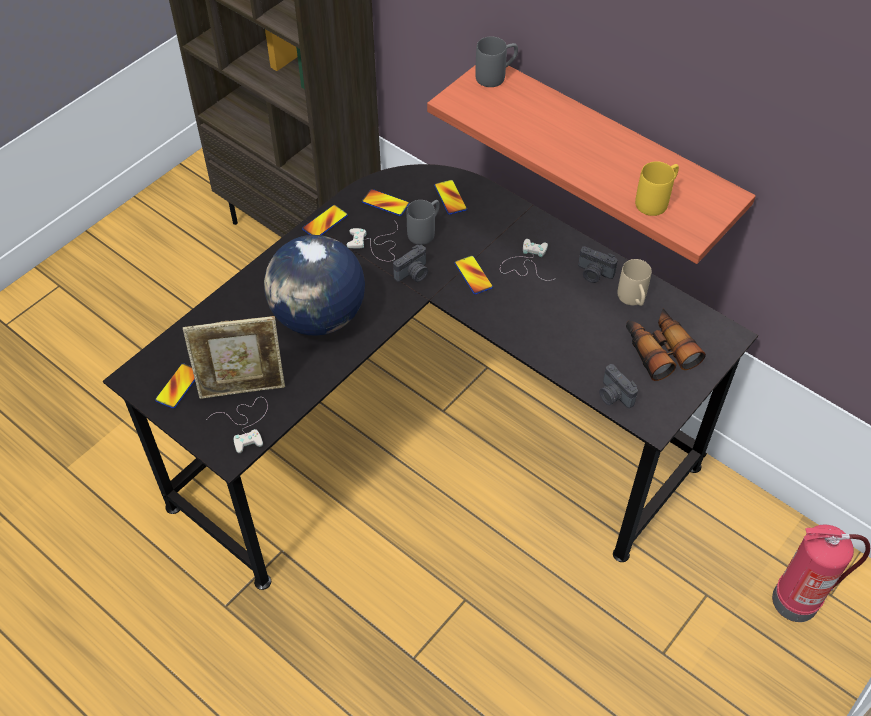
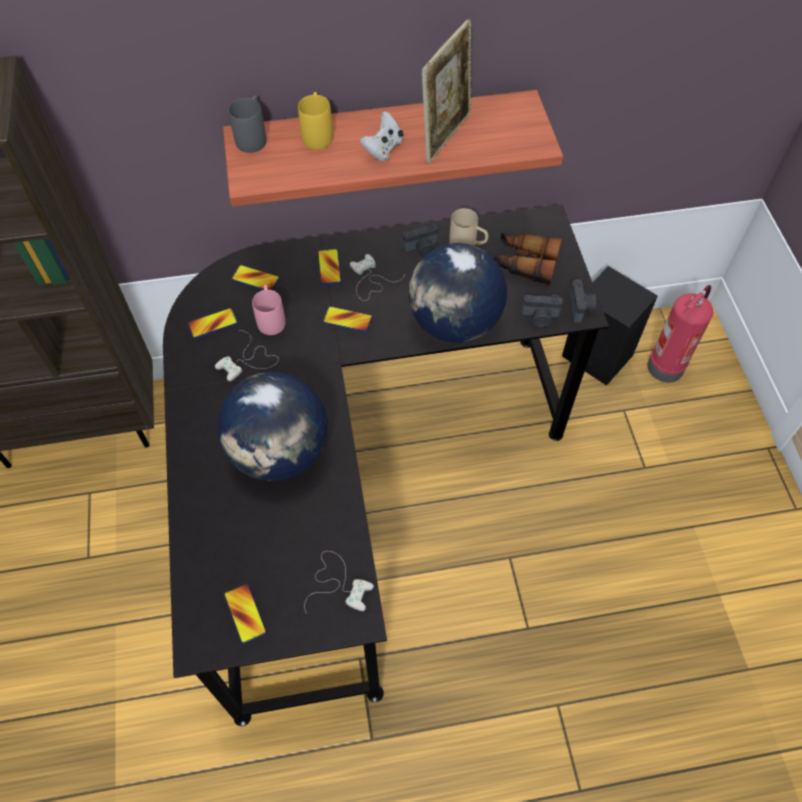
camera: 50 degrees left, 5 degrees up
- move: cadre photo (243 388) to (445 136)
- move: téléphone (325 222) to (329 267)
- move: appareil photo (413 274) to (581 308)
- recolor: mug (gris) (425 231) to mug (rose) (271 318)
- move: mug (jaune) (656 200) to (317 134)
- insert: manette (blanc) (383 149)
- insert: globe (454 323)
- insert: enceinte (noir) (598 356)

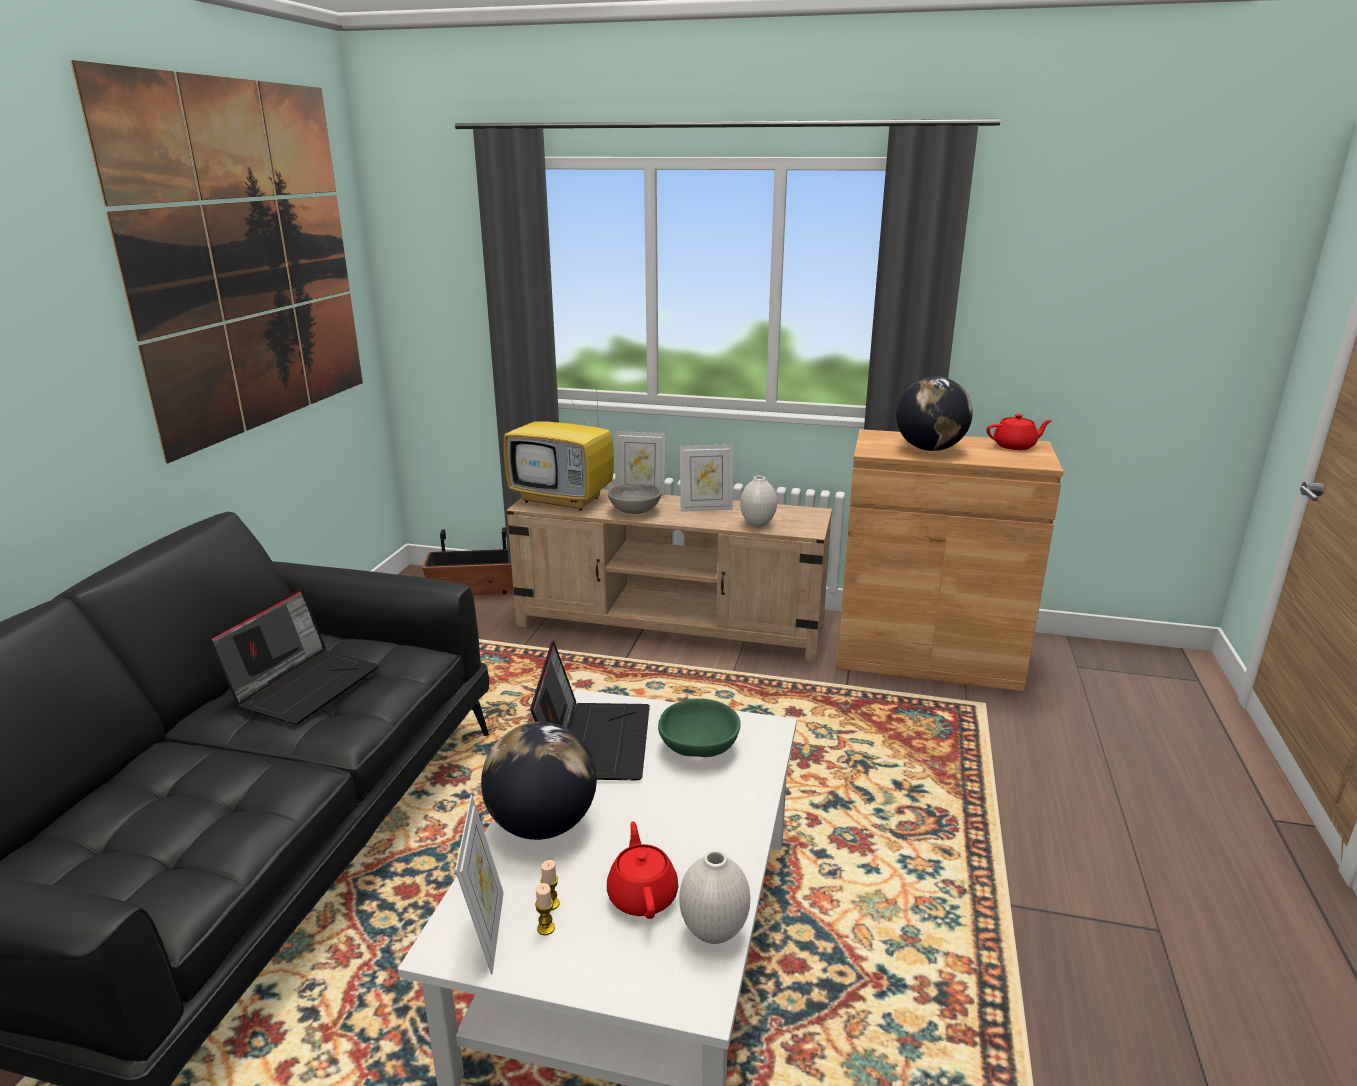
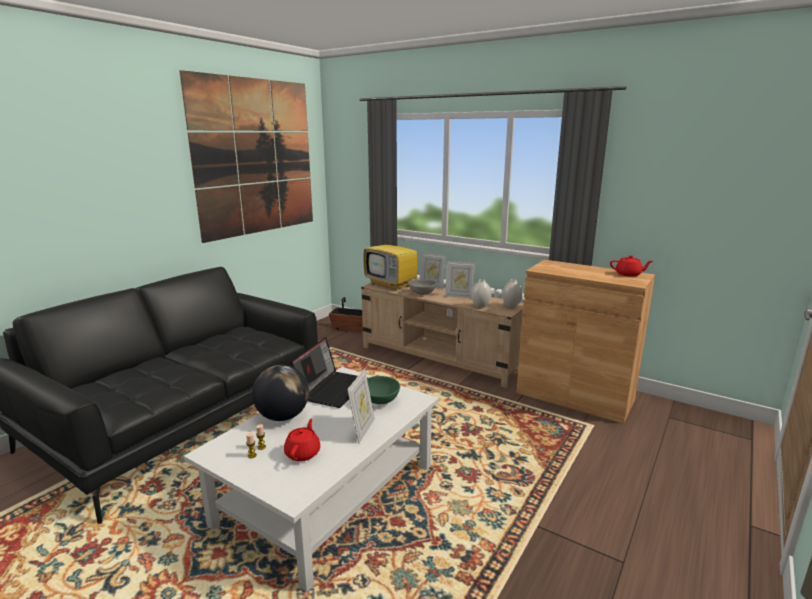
camera: 20 degrees right, 5 degrees down
- delete: ordinateur portable (305 684)
- move: cadre photo (486 932) to (362 430)
- move: vase (blanc) (713 931) to (511 306)
- delete: globe (930 449)

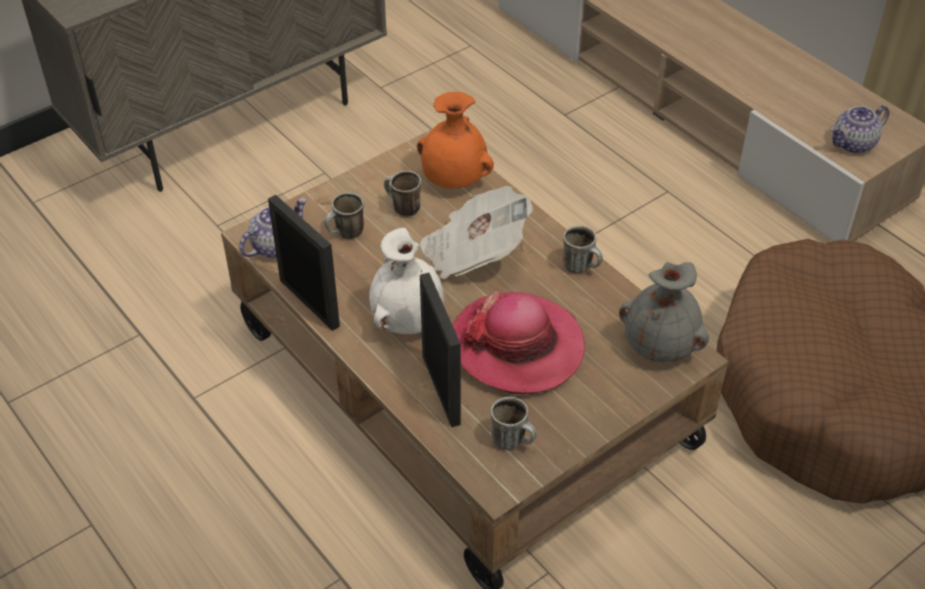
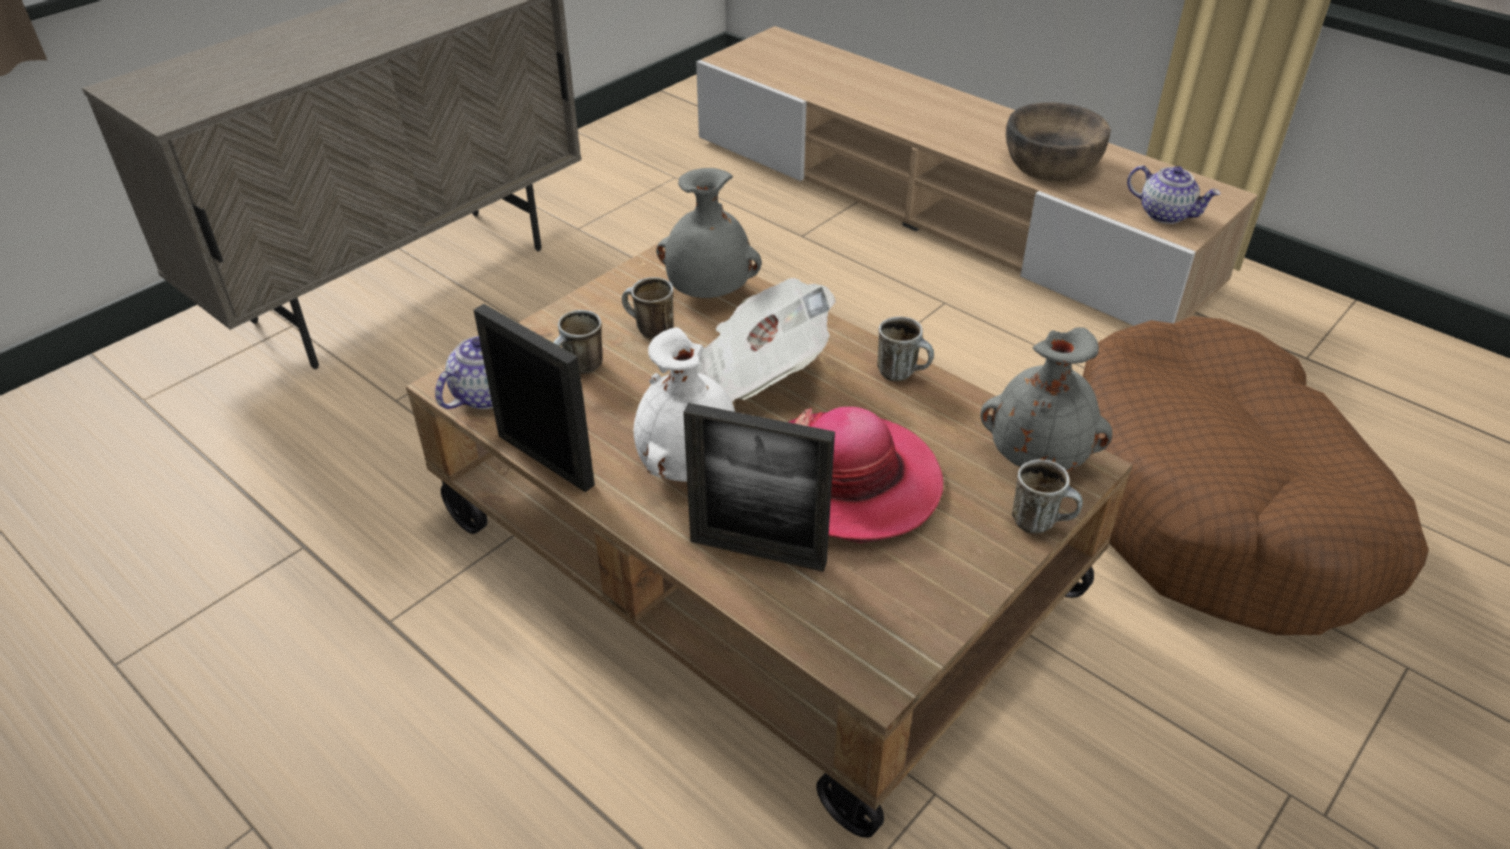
camera: 10 degrees left, 5 degrees down
- recolor: vase (orange) (454 180) to vase (gris) (708 291)
- rotate: cadre photo (441 390) = (758 551) 135 degrees clockwise
- move: mug (513 441) to (1041 522)
- rotate: théière (853 144) = (1166 214) 105 degrees counterclockwise
- insert: bol (marron) (1051 164)

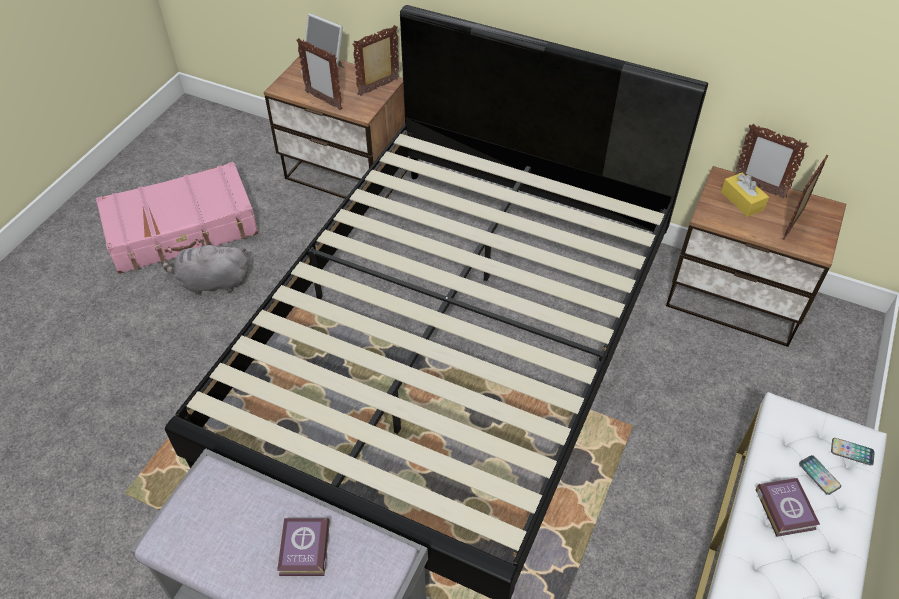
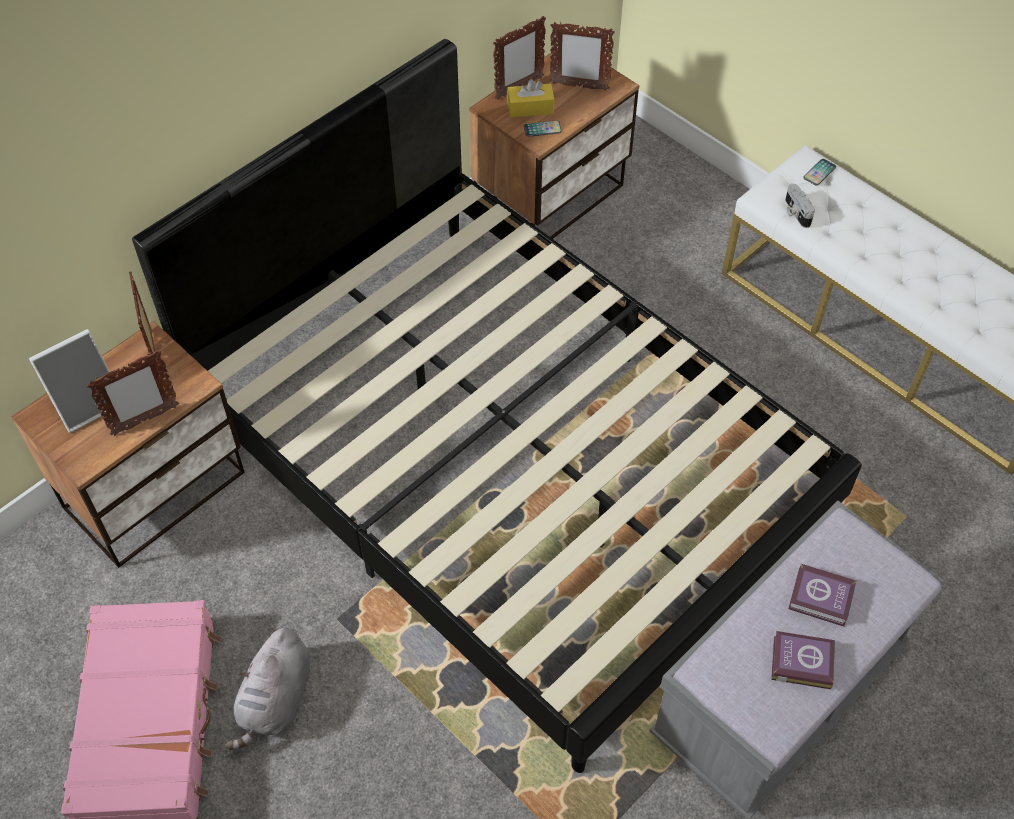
camera: 70 degrees left, 5 degrees up
- move: livre (785 508) to (800 661)
- rotate: cadre photo (794 224) = (579 86) 45 degrees counterclockwise
- move: téléphone (819 475) to (542 129)
- insert: appareil photo (795 212)

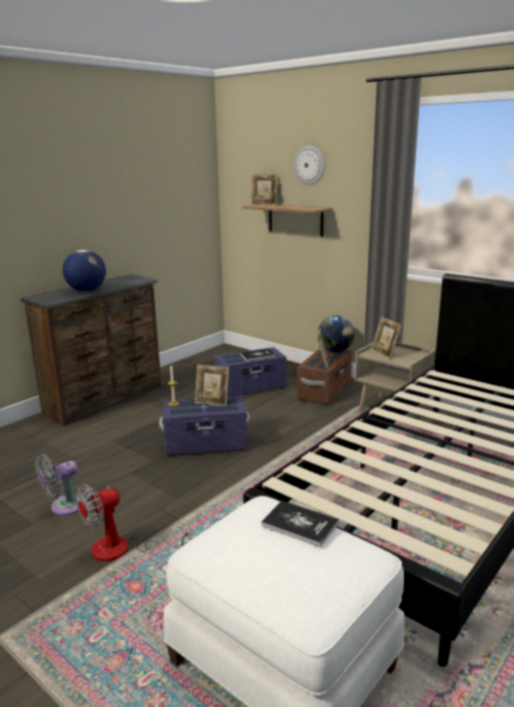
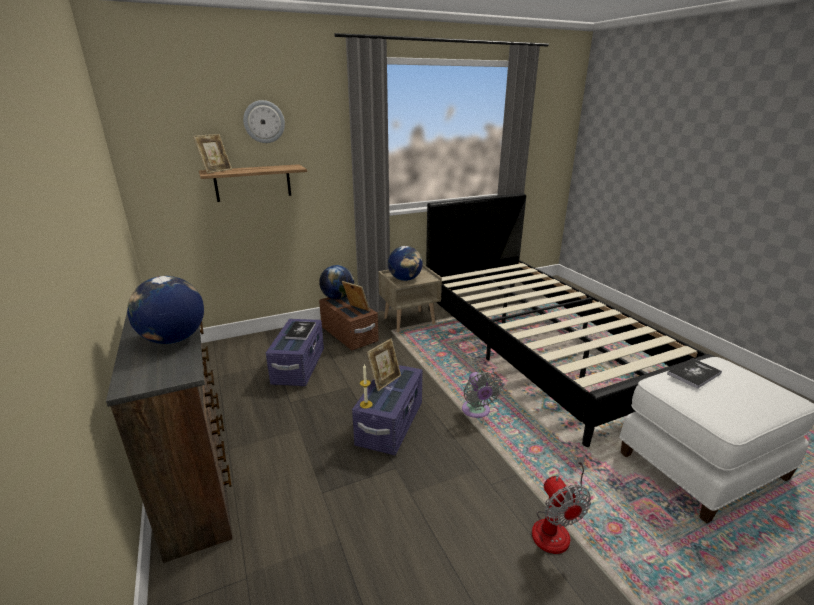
camera: 65 degrees left, 5 degrees up
- move: ventilateur (gris) (64 507) to (477 412)
- replace: cadre photo (384 353) to globe (405 279)

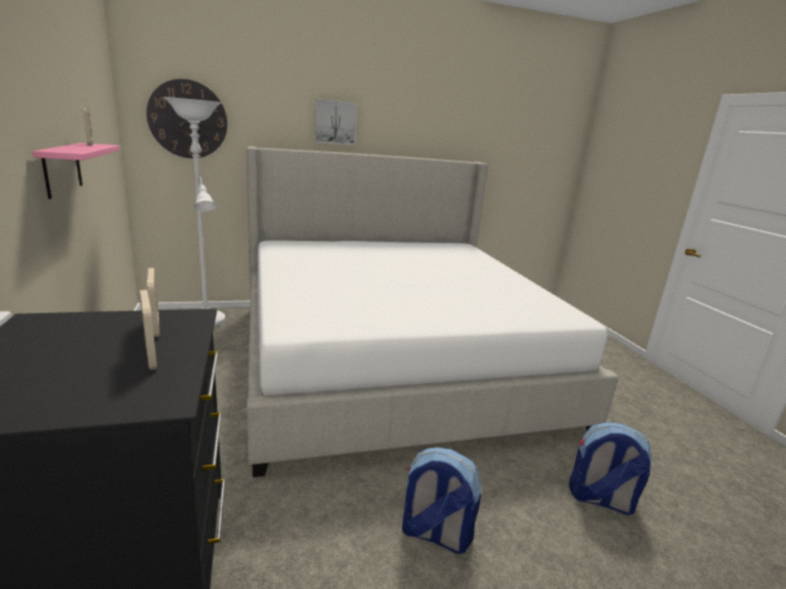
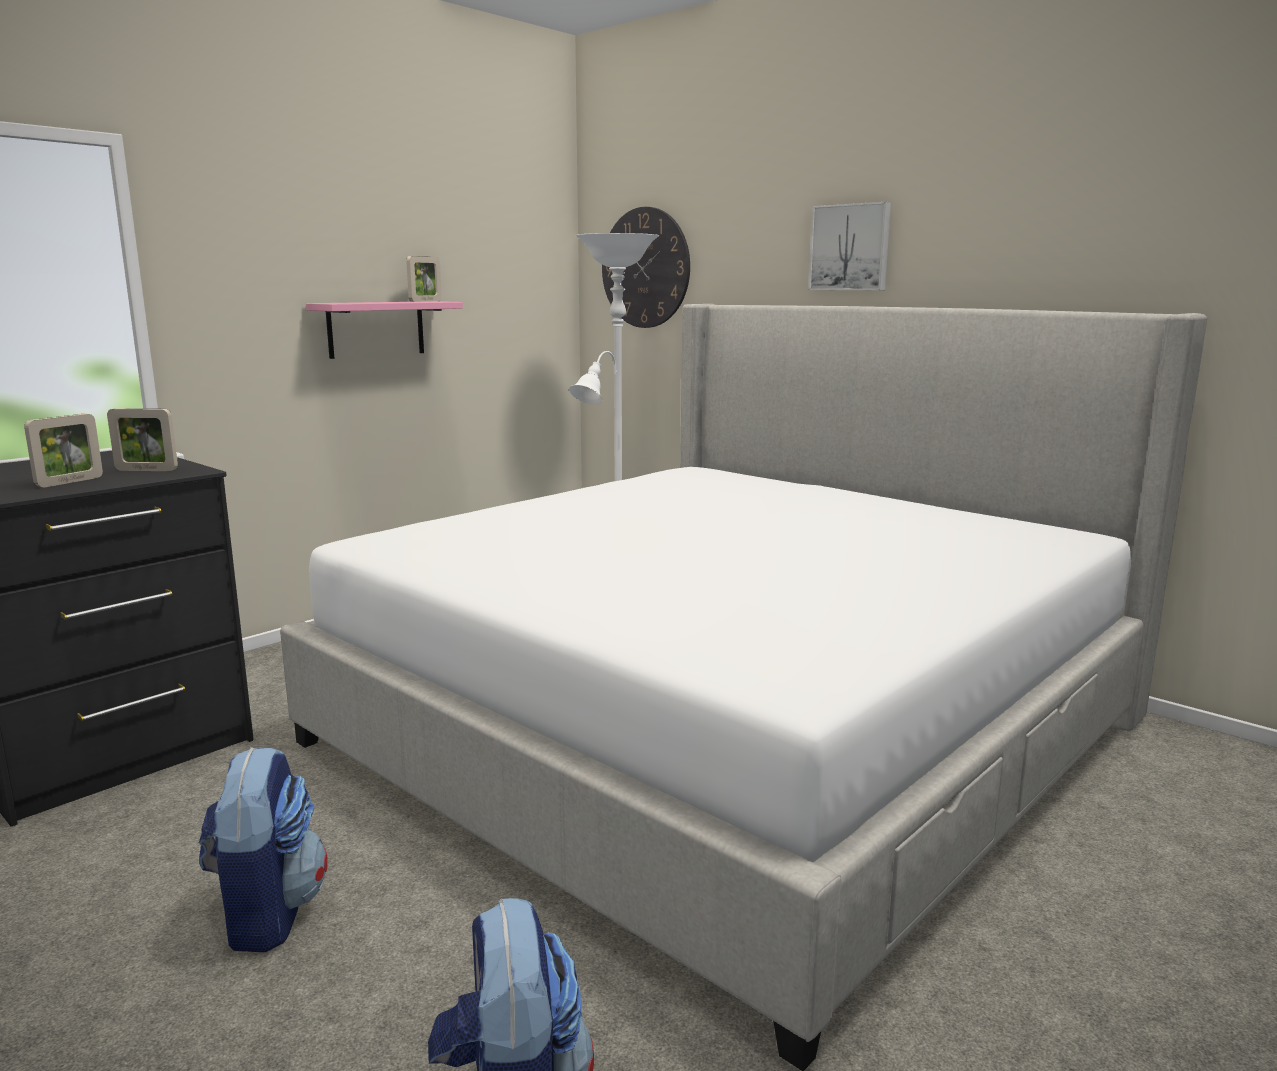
camera: 60 degrees right, 5 degrees down
- rotate: cadre photo (156 327) = (146 470) 60 degrees clockwise

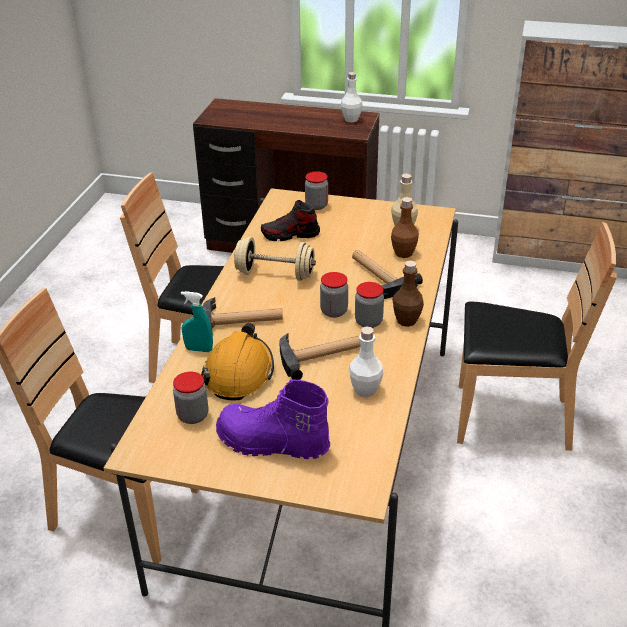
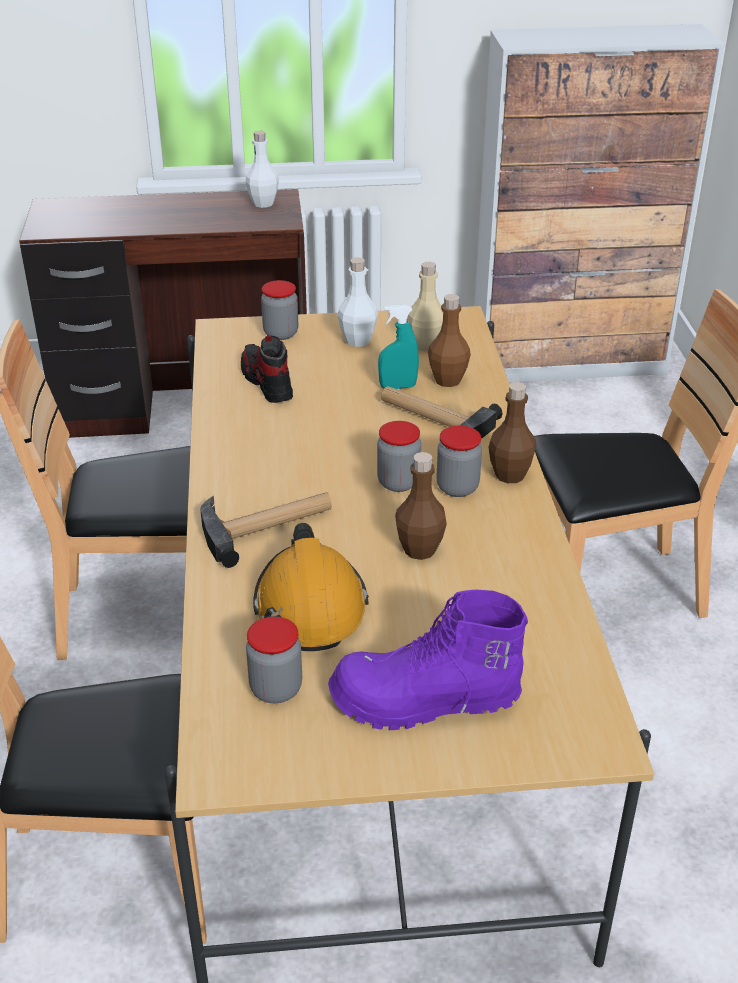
camera: 20 degrees left, 0 degrees up
- move: vaporisateur (turquoise) (199 349) to (398 387)
- delete: haltère (beige) (275 274)
- rotate: chaussure (290 235) = (267 382) 90 degrees clockwise
- replace: marteau (322 354) to bouteille (marron) (419 549)
- move: bouteille (blanc) (365 390) to (358 340)

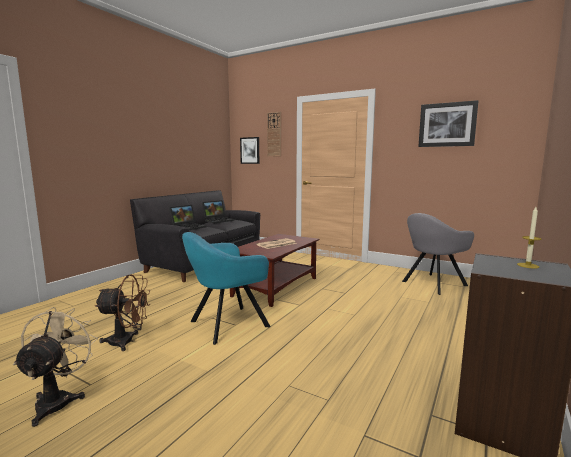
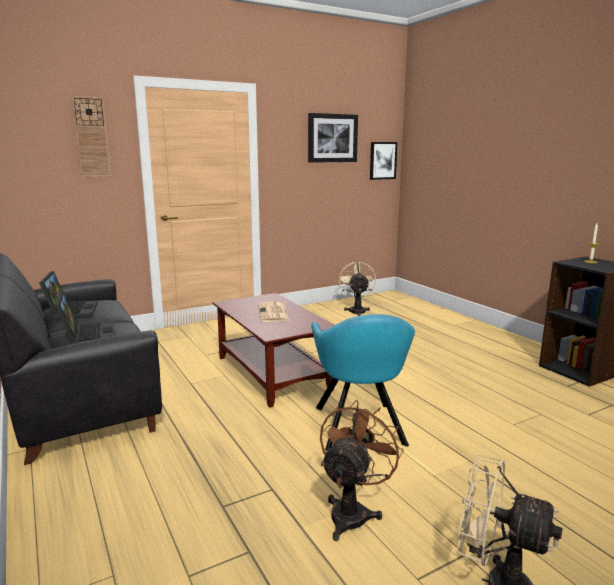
camera: 60 degrees left, 5 degrees up
- move: tableau (250 150) to (382 160)
- replace: fauteuil (gris) (432 284) to ventilateur (beige) (357 310)

